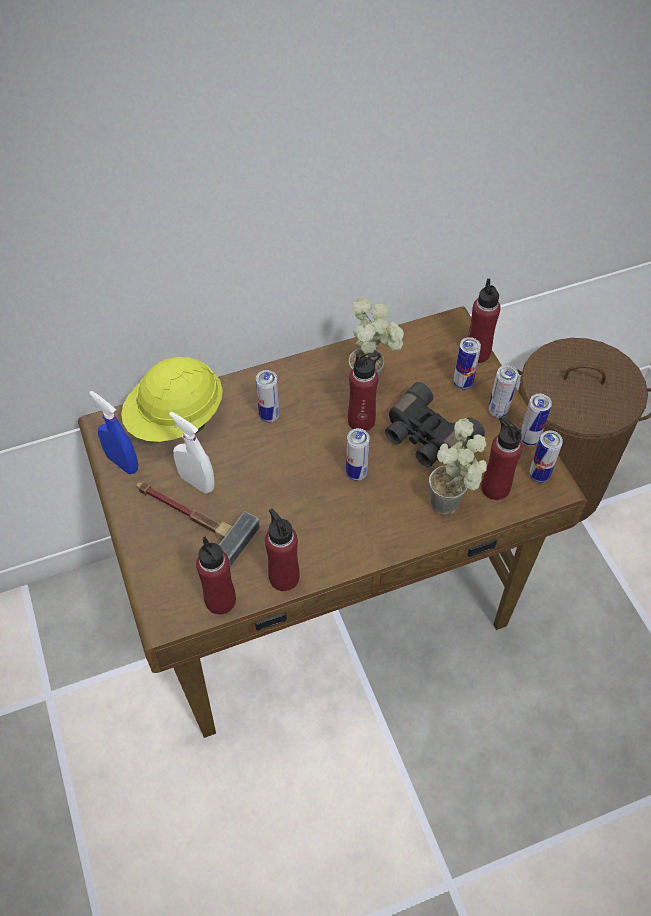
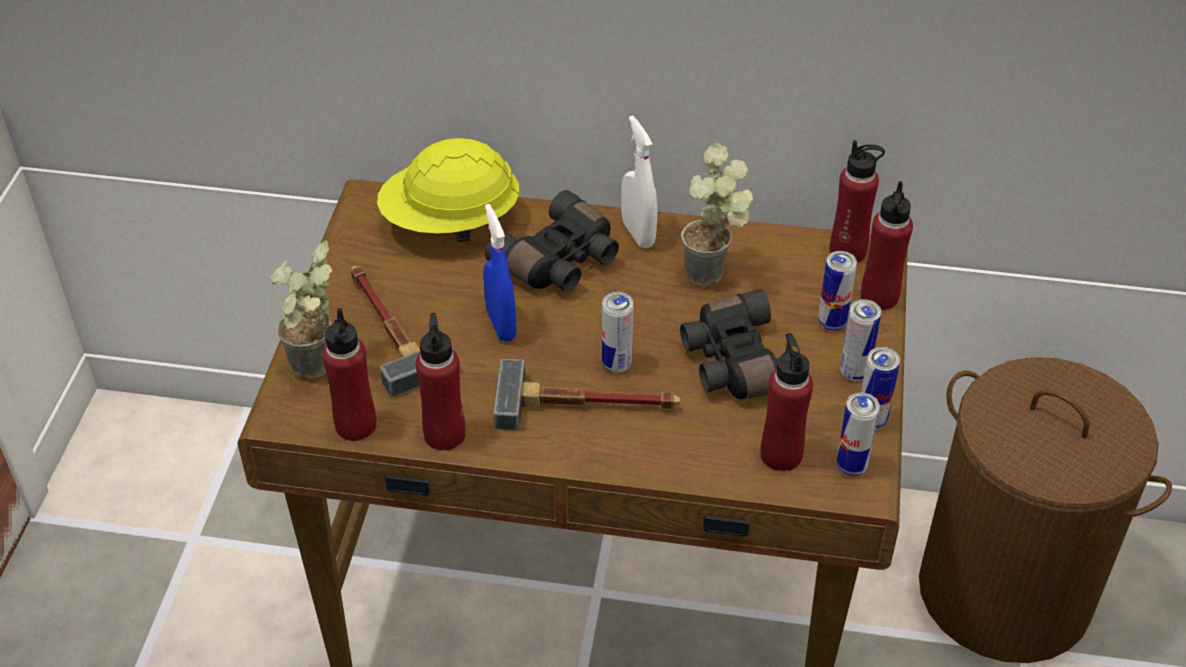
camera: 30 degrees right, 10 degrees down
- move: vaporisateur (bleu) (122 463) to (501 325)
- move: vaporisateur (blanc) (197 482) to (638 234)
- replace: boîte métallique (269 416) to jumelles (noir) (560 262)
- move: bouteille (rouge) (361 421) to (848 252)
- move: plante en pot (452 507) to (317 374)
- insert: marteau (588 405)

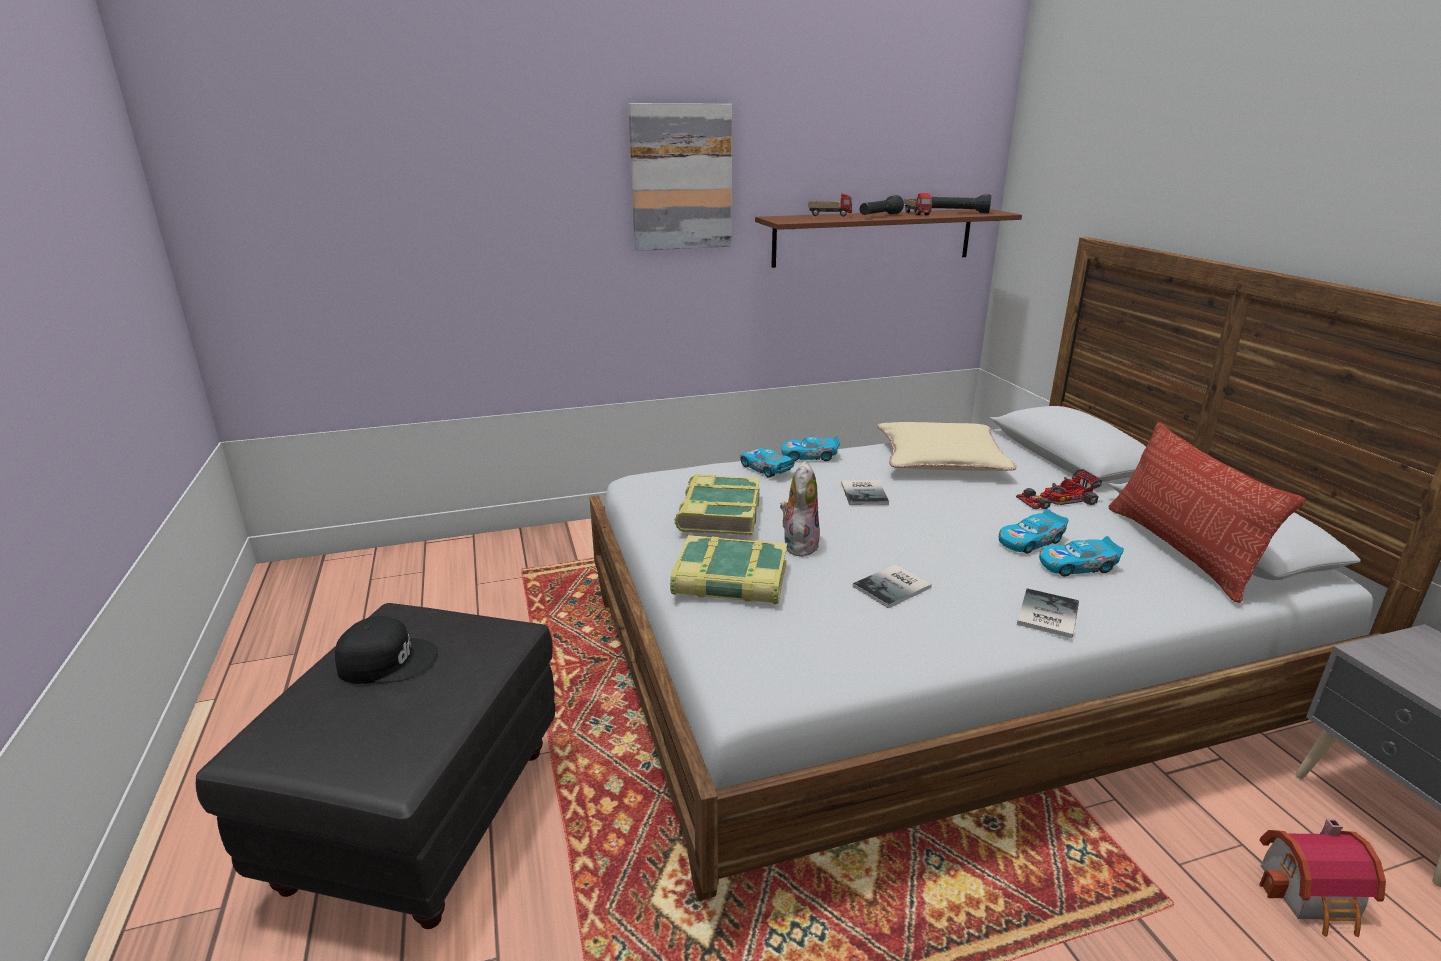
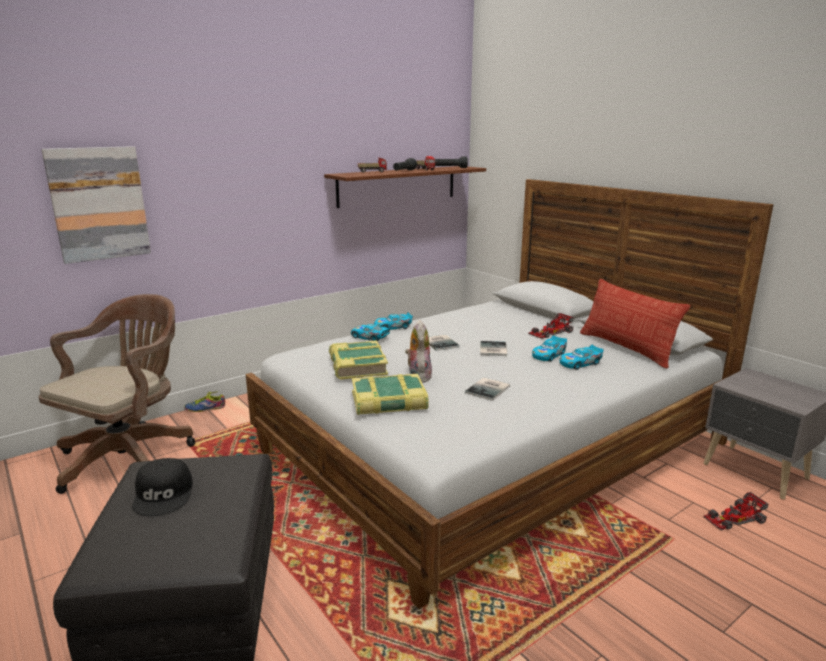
camera: 20 degrees left, 5 degrees down
- rotate: casquette (noir) (387 660) = (164 494) 105 degrees clockwise
- move: tableau (681 178) to (99 204)
- delete: coussin (beige) (941 459)
- move: livre (1045 614) to (492 349)
- replace: maison miniature (1314 896) to petite voiture (734 518)
- insert: chaise de bureau (marron) (130 456)
- insert: chaussure (205 408)

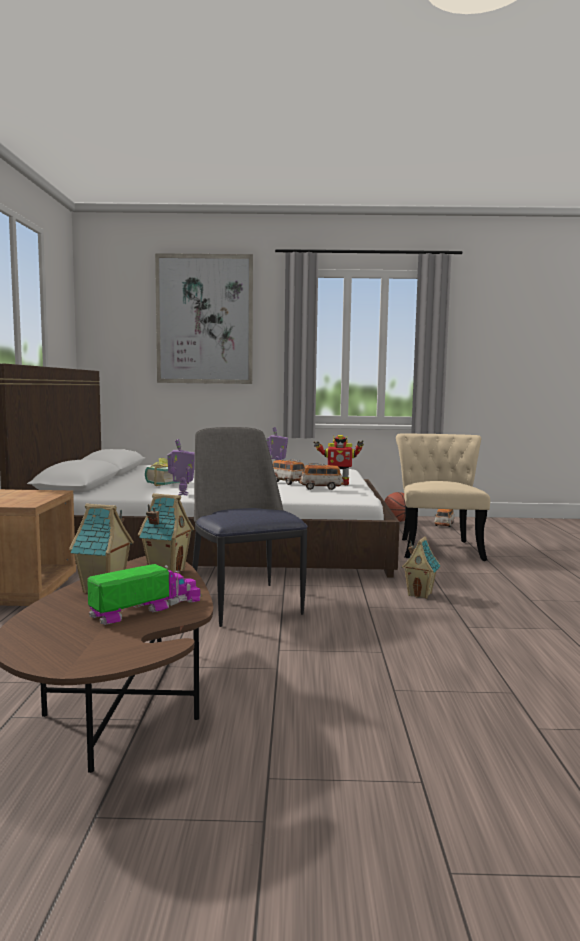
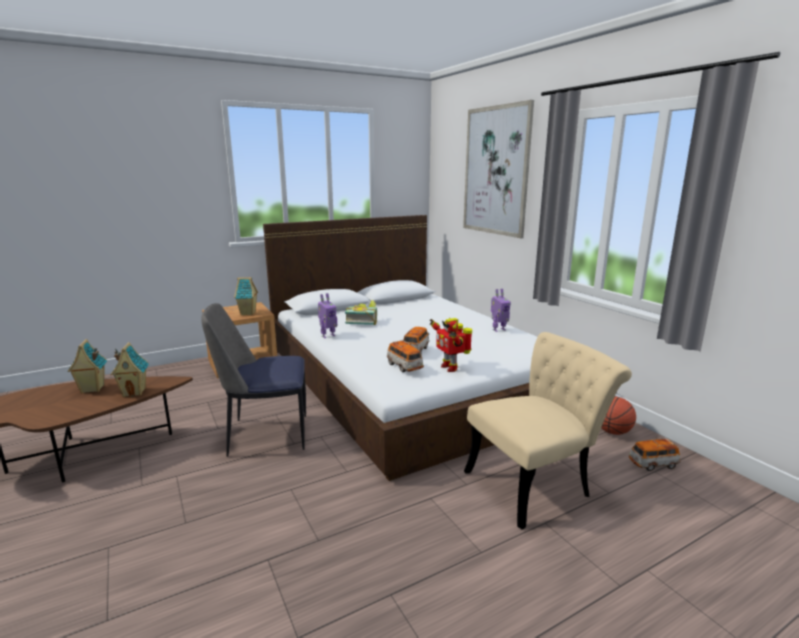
camera: 60 degrees right, 10 degrees up
- delete: camion jouet (146 609)
- rotate: chaise (244 603) = (265 435) 135 degrees counterclockwise
- move: maison miniature (420 594) to (248 313)

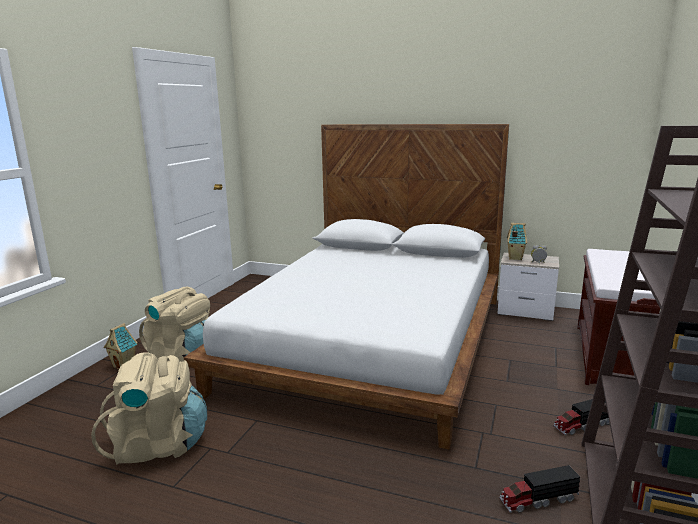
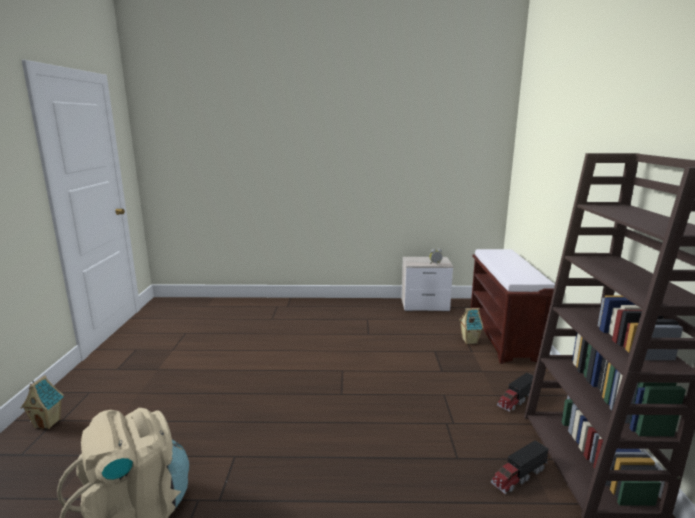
camera: 20 degrees left, 0 degrees up
- delete: sac à dos (beige) (183 355)
- delete: lit (blanc) (372 341)
- move: maison miniature (514 258) to (469 341)

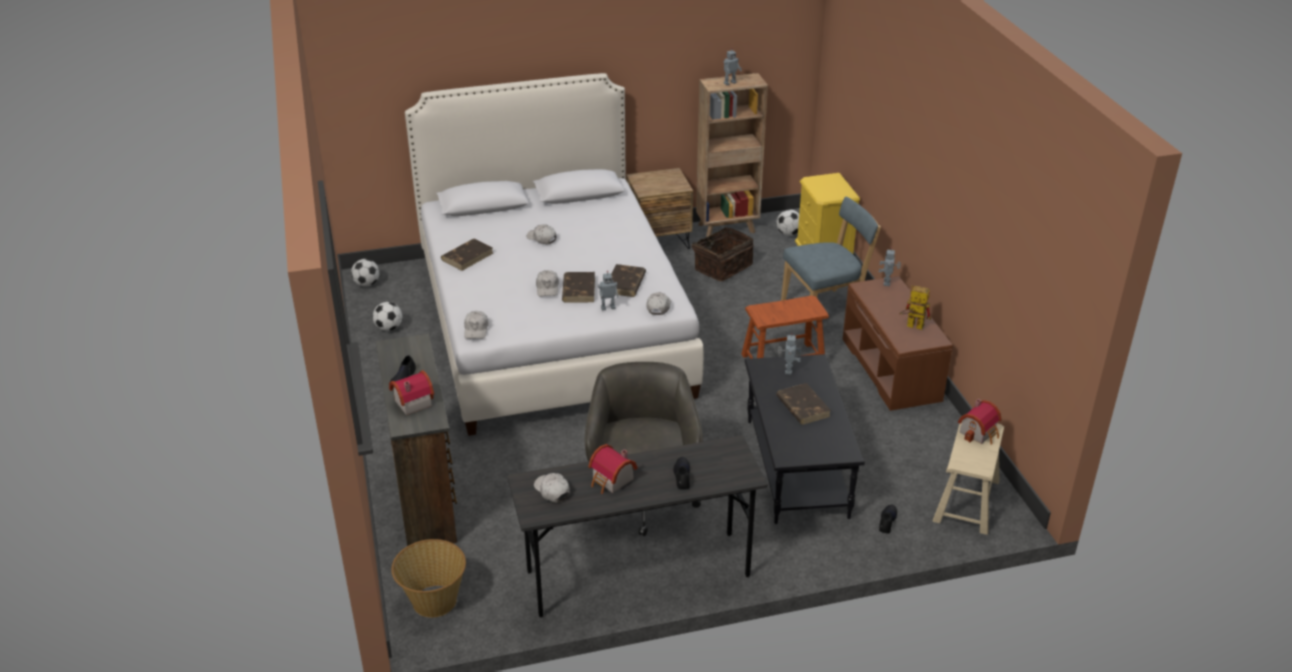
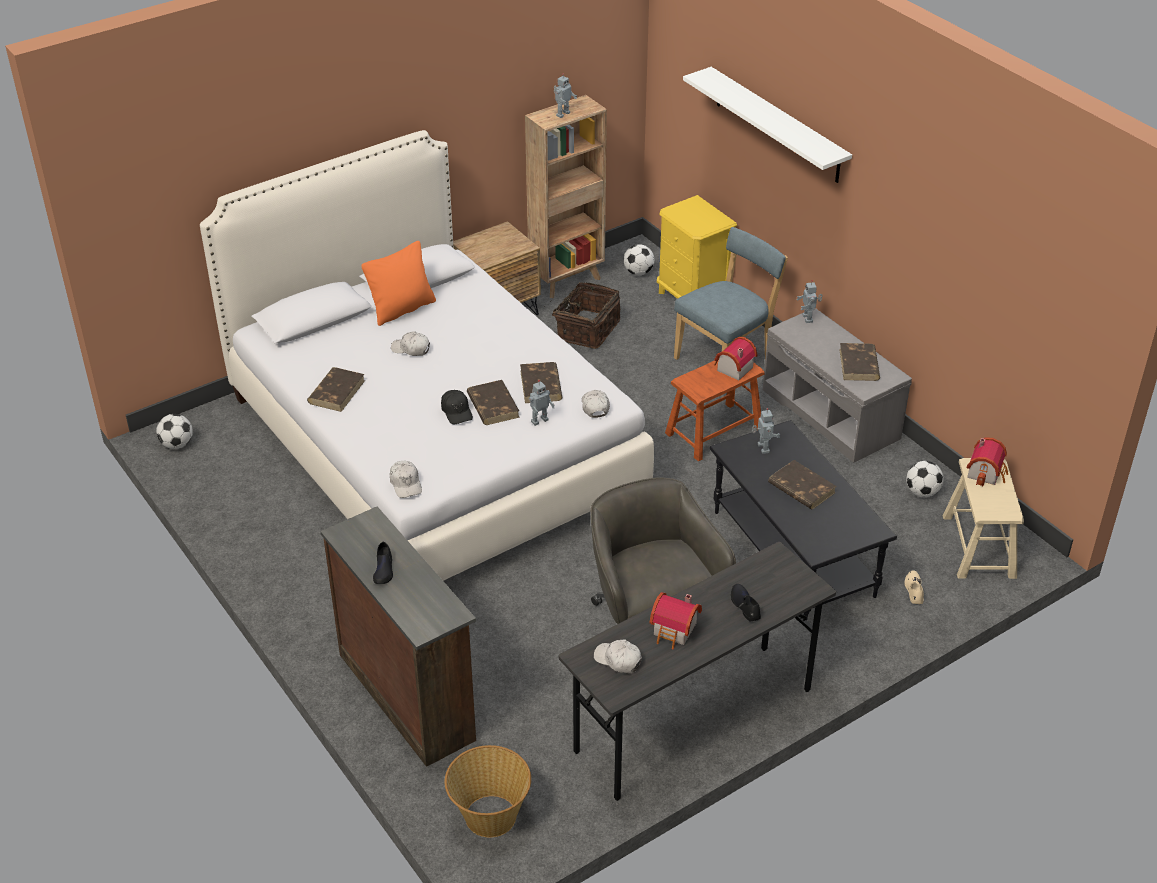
camera: 20 degrees left, 5 degrees up
- move: ballon de foot (389 328) to (922 492)
- move: maison miniature (411 402) to (732 368)
- recolor: casquette (blanc) (547 288) to casquette (noir) (456 411)
- recolor: banc (marron) (892 370) to banc (gris) (832 414)
- recolor: chaussure (noir) (887 521) to chaussure (beige) (914 590)
- replace: robot jouet (911 325) to livre (marron) (859 365)
- insert: coussin (orange) (402 309)
- insert: étagère (blanc) (777 125)

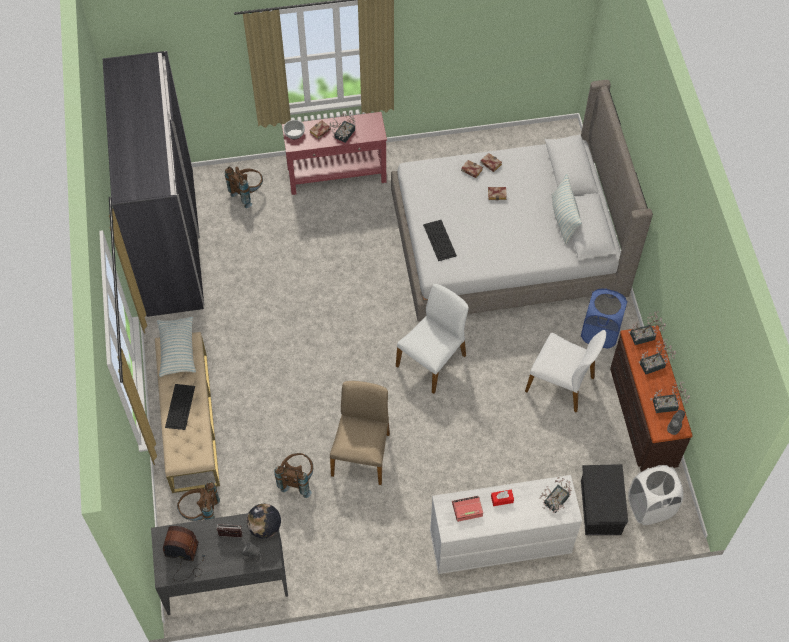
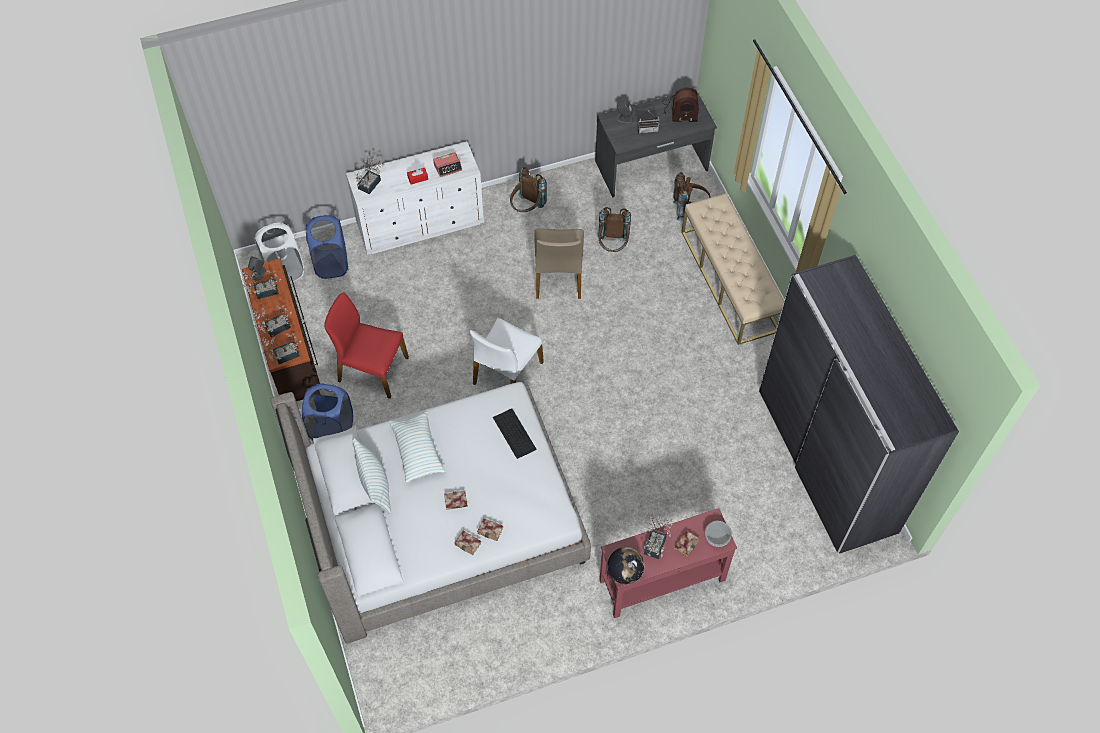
camera: 170 degrees right, 0 degrees up
- move: coussin (177 351) to (417 451)
- delete: clavier (180 406)
- move: sac à dos (marron) (247 193) to (527 208)
- move: globe (265 527) to (625 572)
- recolor: chaise (blanc) (561 383) to chaise (rouge) (372 370)
- replace: boîte de rangement (noir) (599 508) to panier à linge (bleu) (331 263)

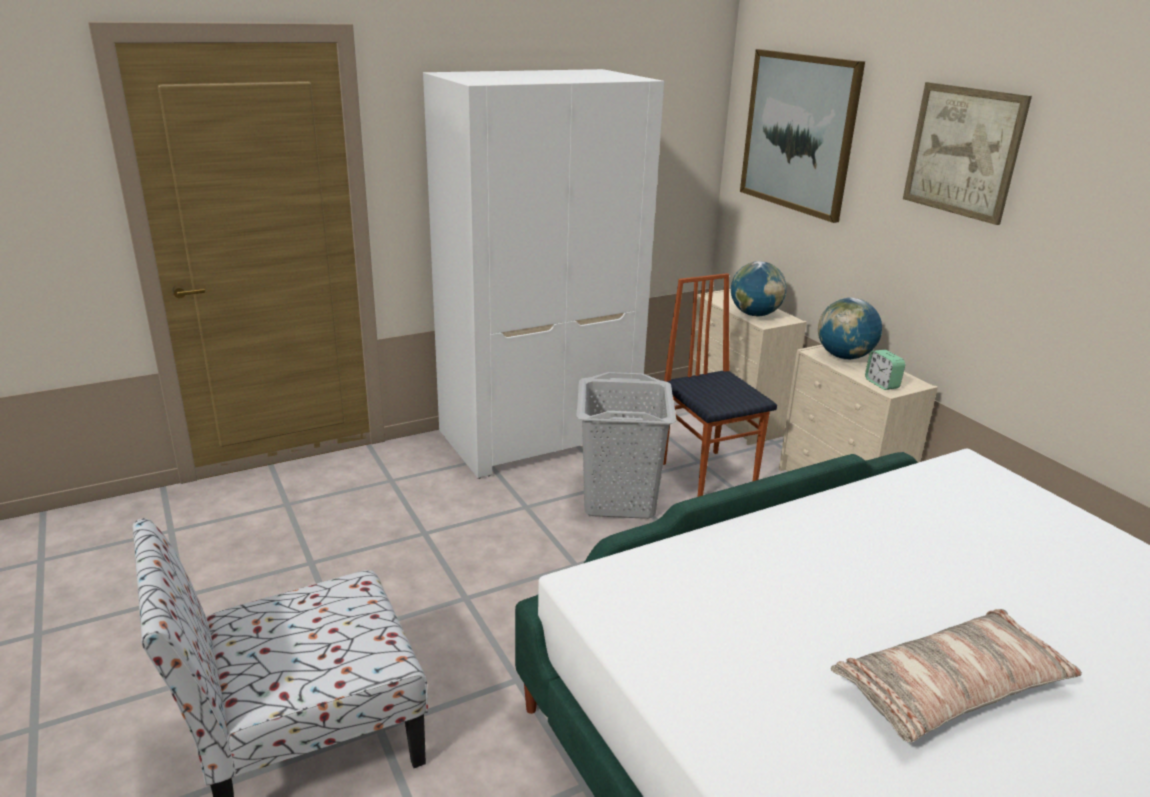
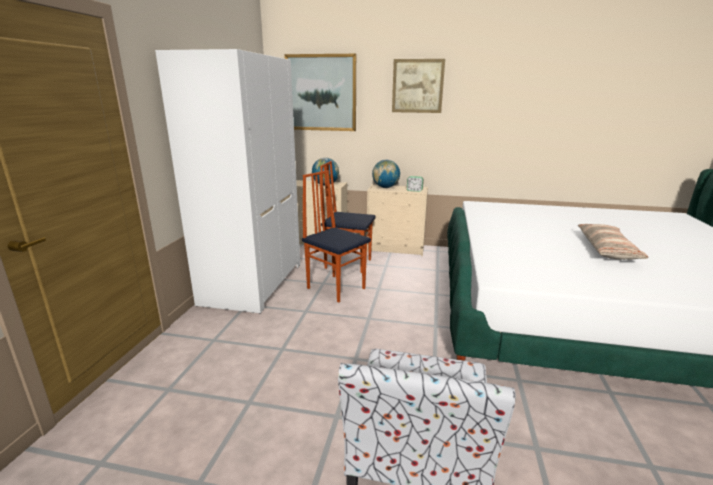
camera: 50 degrees left, 5 degrees down
- replace: panier à linge (gris) (620 499) to chaise (336 287)

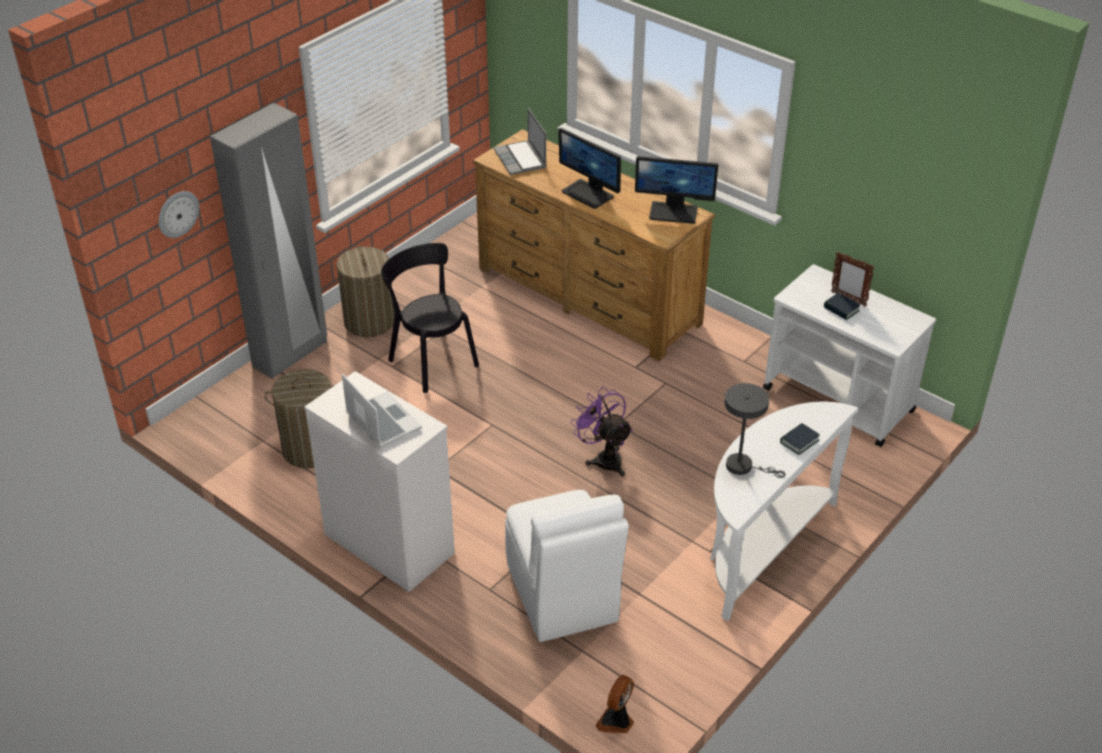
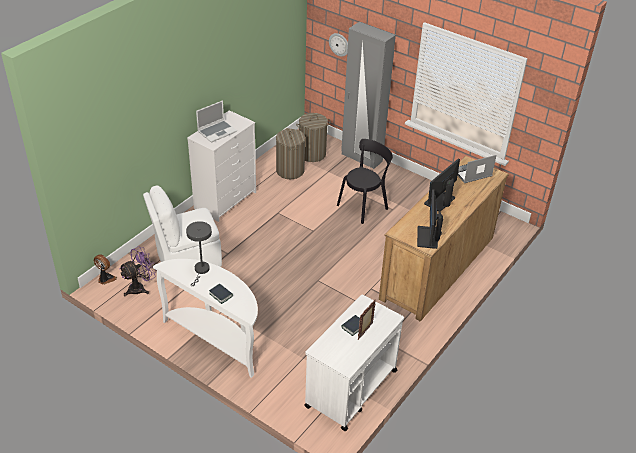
camera: 85 degrees right, 0 degrees up
- move: panier à linge (369 322) to (312 154)
- move: ventilateur (violet) (604 458) to (140 287)

